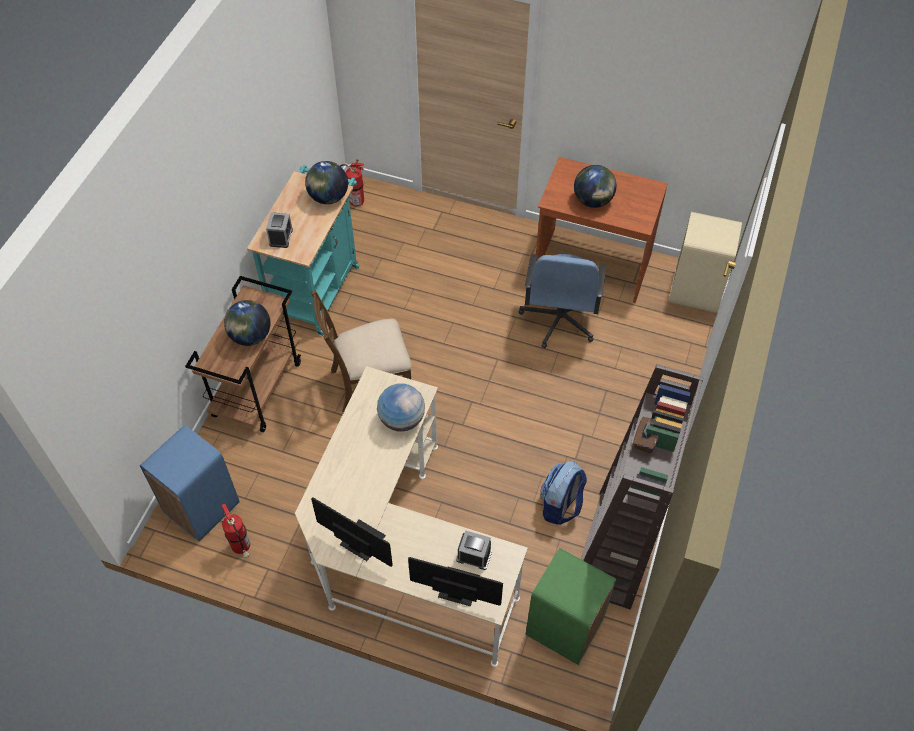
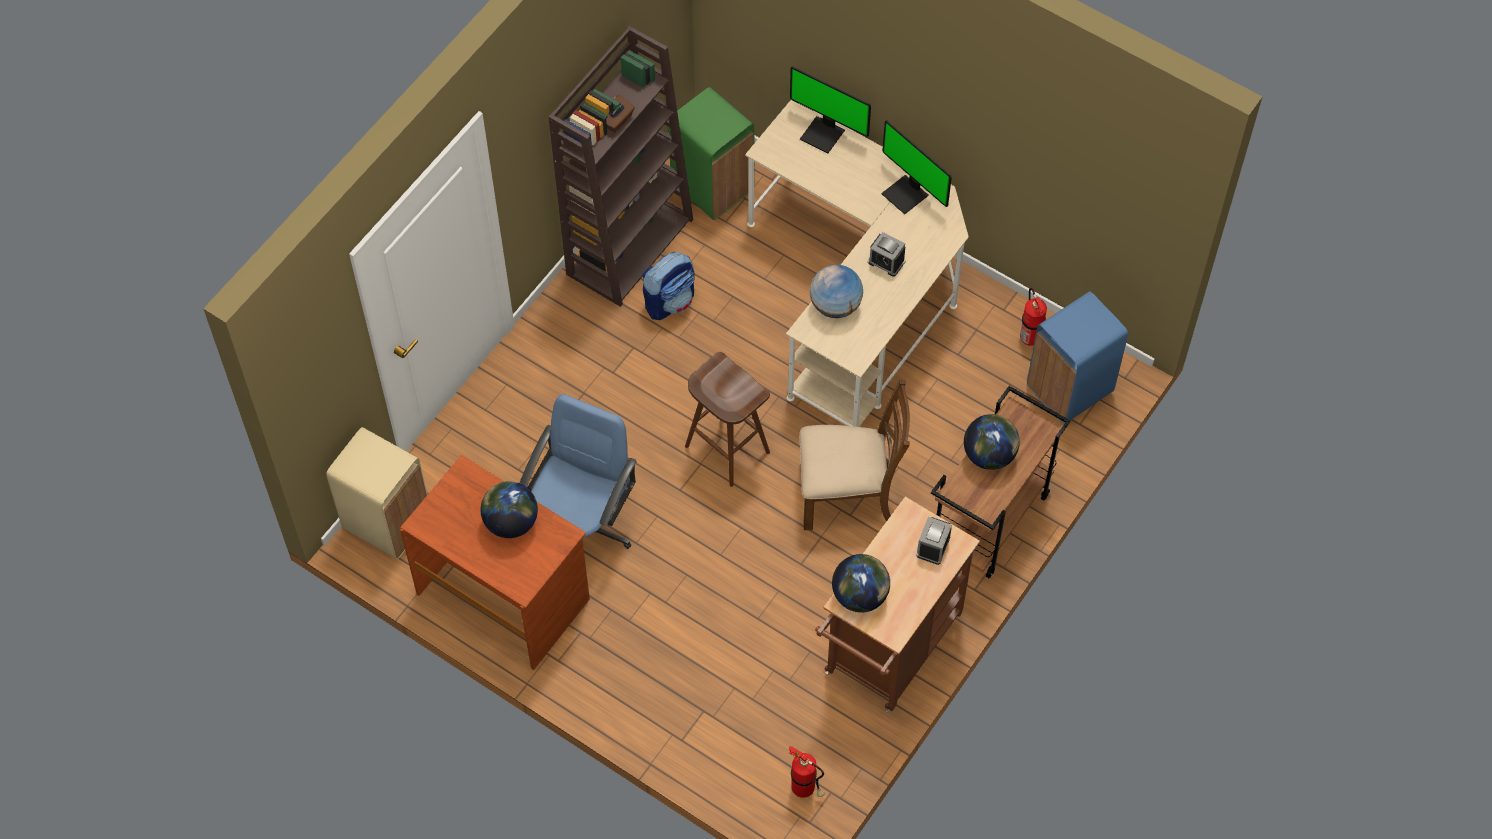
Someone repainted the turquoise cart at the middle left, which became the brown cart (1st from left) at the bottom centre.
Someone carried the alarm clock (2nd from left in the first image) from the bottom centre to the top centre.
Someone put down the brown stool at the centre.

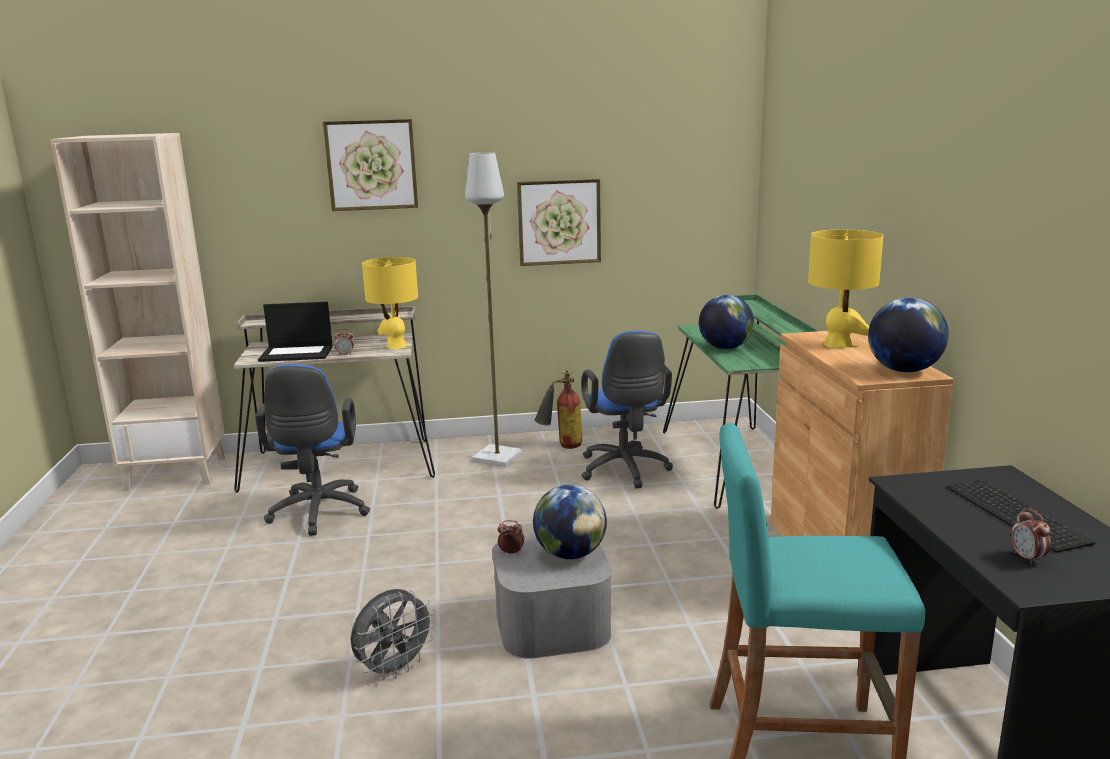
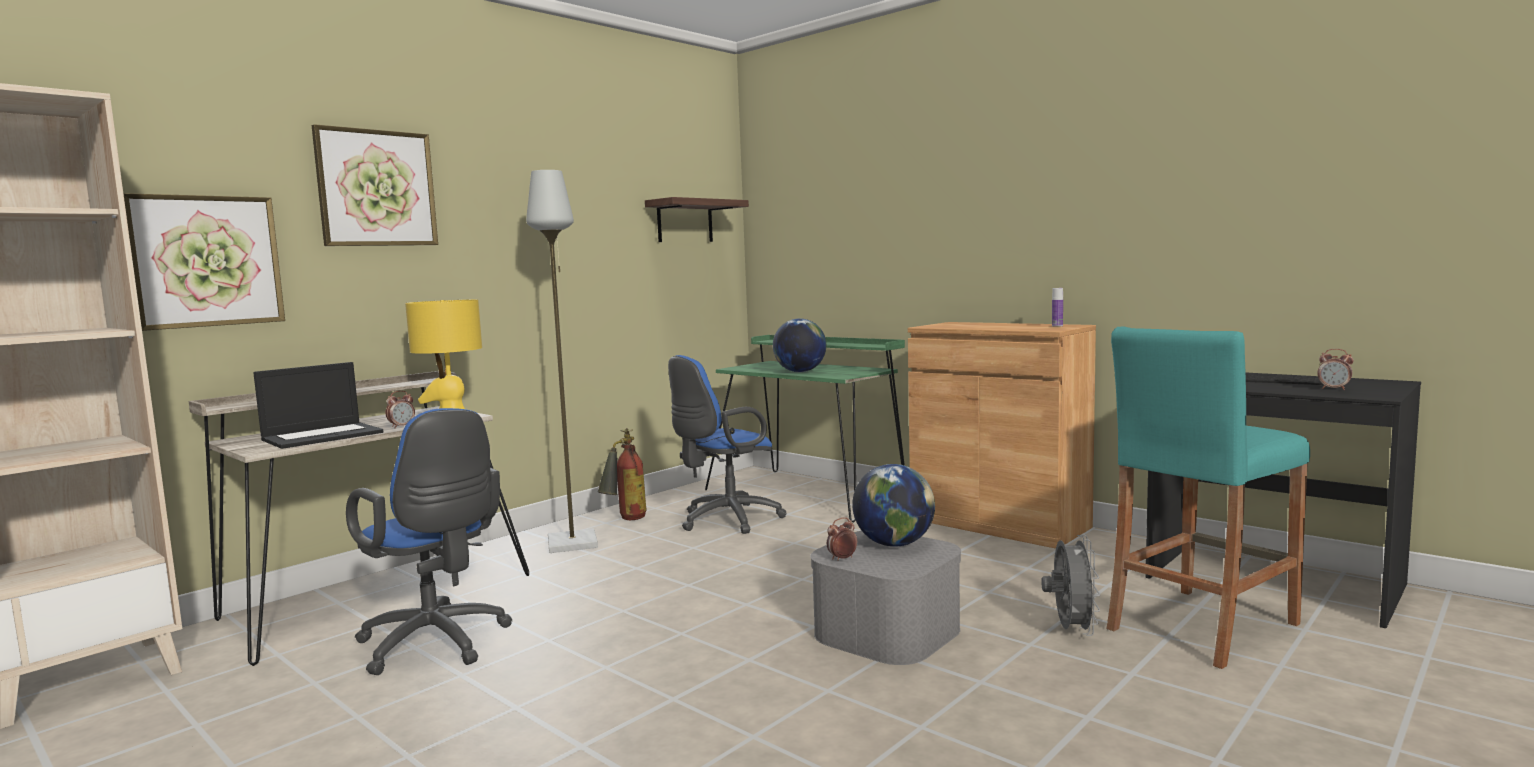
Someone carried the picture (2nd from left in the first image) from the top centre to the middle left.
Someone took away the yellow table lamp (2nd from left) at the middle right.
Someone swapped the globe (3rd from left) at the middle right for the bottle at the middle right.
Someone rotated the blue office chair (2nd from left) at the centre by 105 degrees clockwise.
Someone carried the grey fan from the bottom centre to the bottom right.
Someone put up the shelf at the top centre.

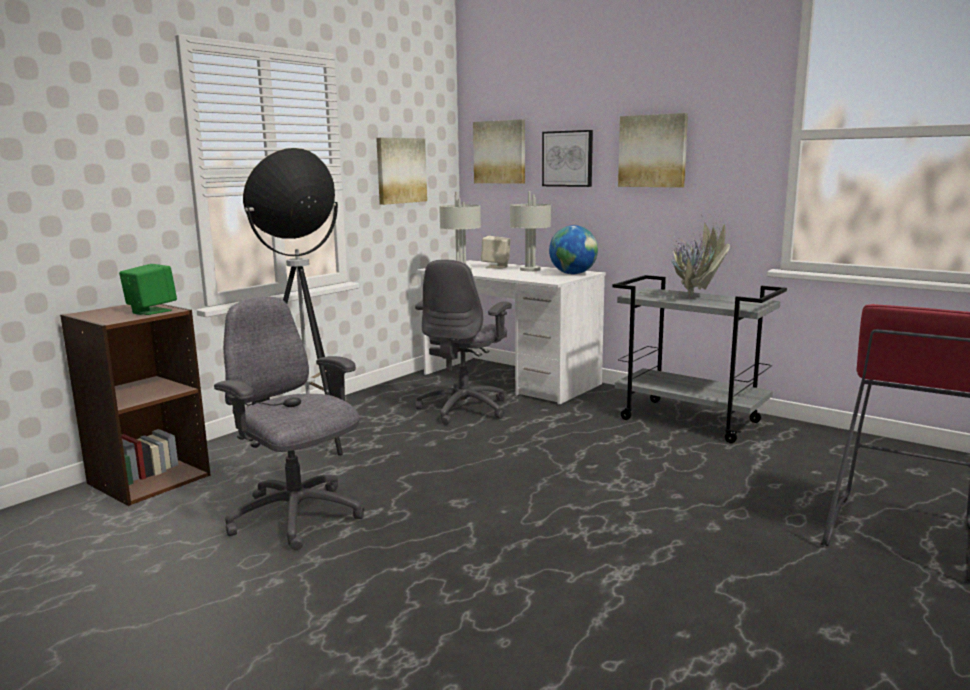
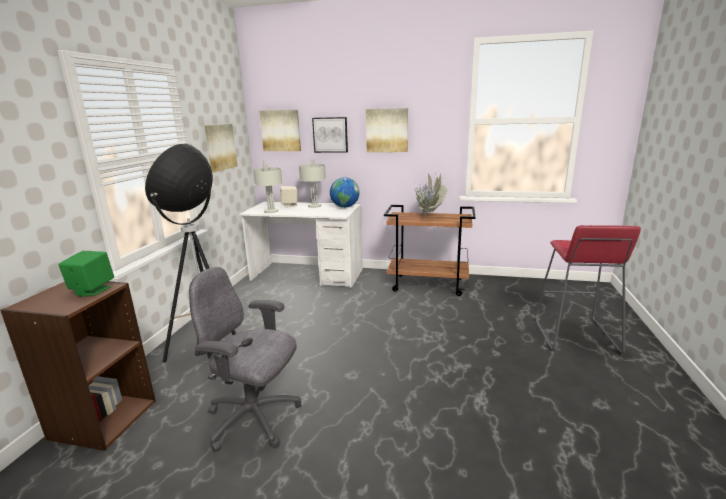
Someone took away the grey office chair (2nd from left) at the centre.
Someone repainted the grey cart at the middle right, which became the brown cart at the centre.

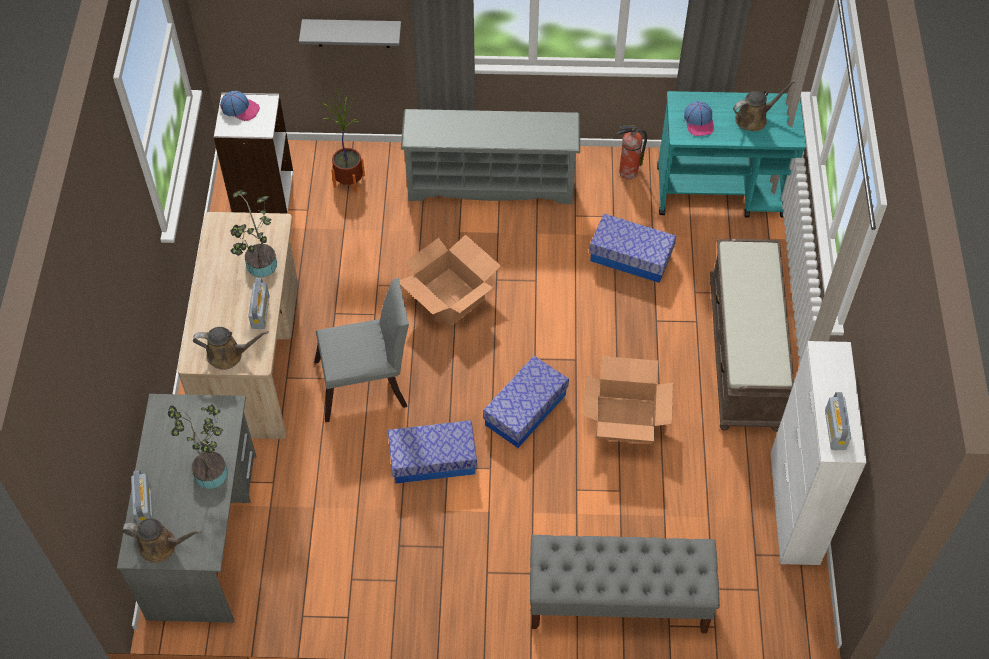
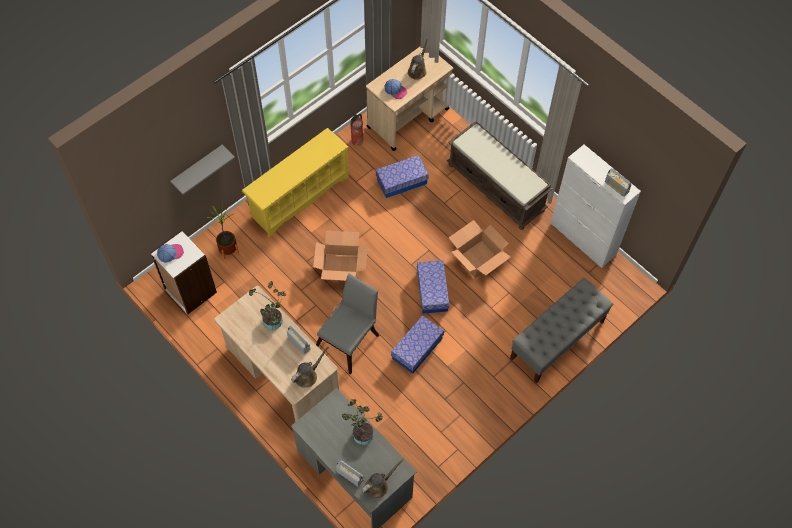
Someone repainted the turquoise cart at the top right, which became the beige cart at the top centre.
Someone repainted the grey shoe rack at the top centre, which became the yellow shoe rack at the centre.

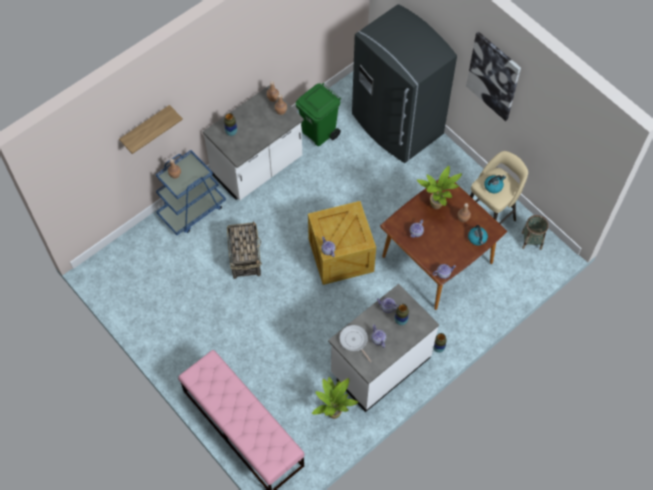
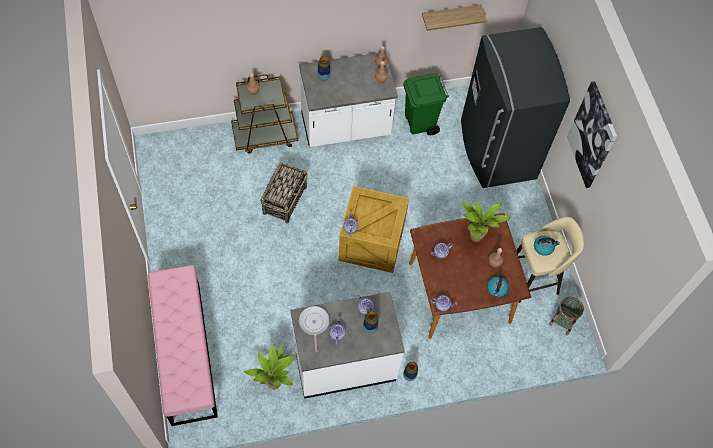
Someone carried the shelf from the top left to the top centre.
Someone repainted the blue cart at the middle left, which became the brown cart at the top centre.

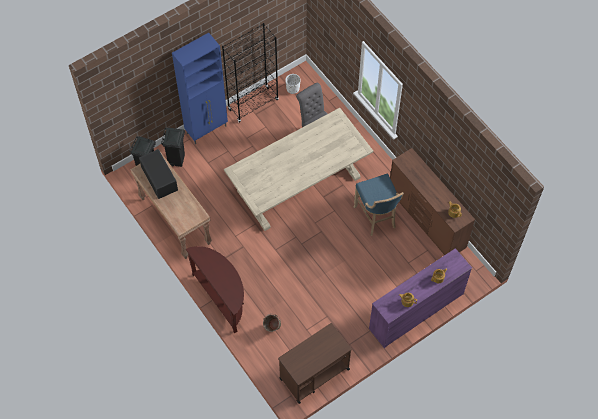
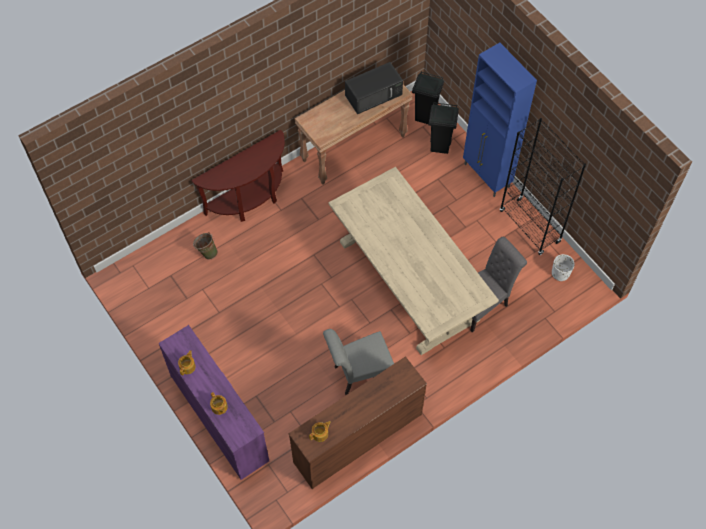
Someone swapped the blue stool at the centre for the grey chair (1st from left) at the bottom centre.
Someone took away the brown cart at the bottom centre.

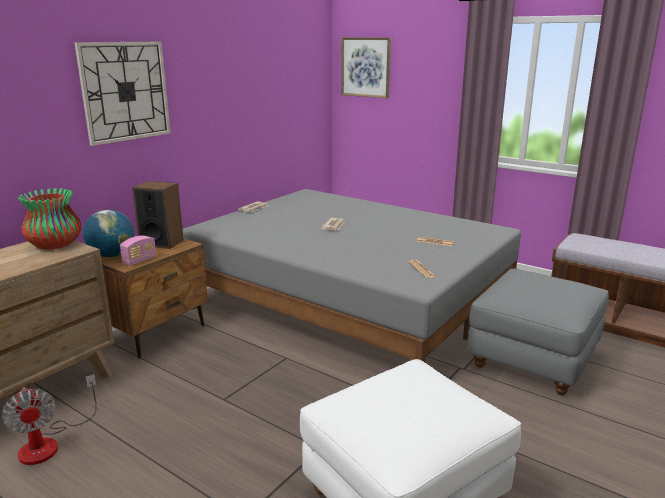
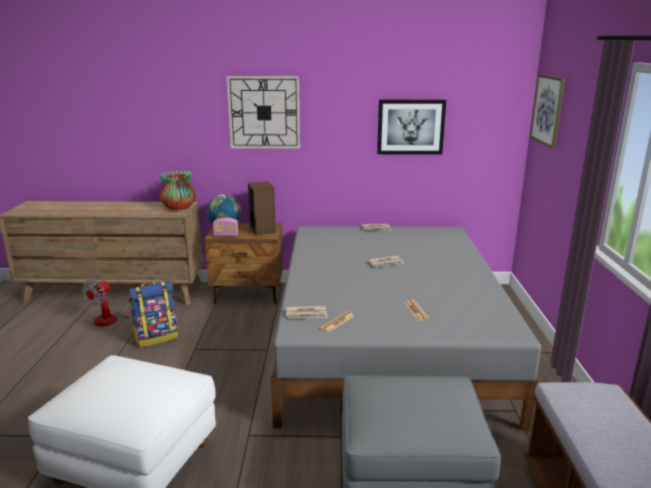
Someone put up the picture (1st from left) at the top centre.
Someone put down the backpack at the middle left.
Someone put down the newspaper (1st from left) at the centre.

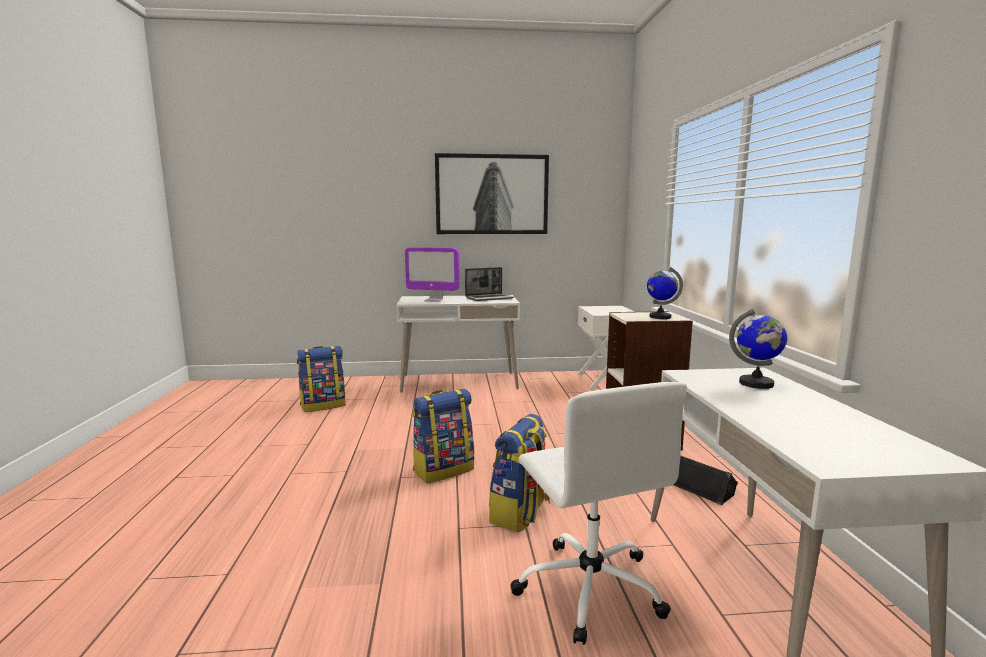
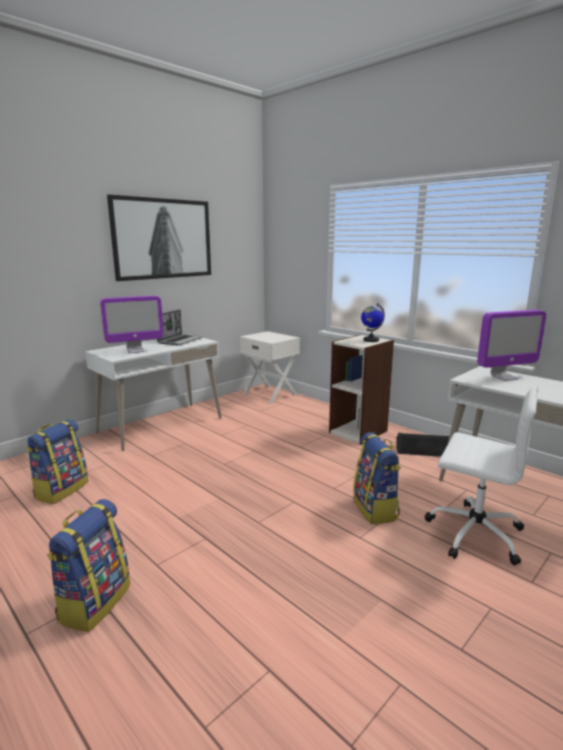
Someone swapped the globe (2nd from left) at the middle right for the monitor (2nd from left) at the middle right.
Someone carried the backpack (2nd from left) from the centre to the bottom left.

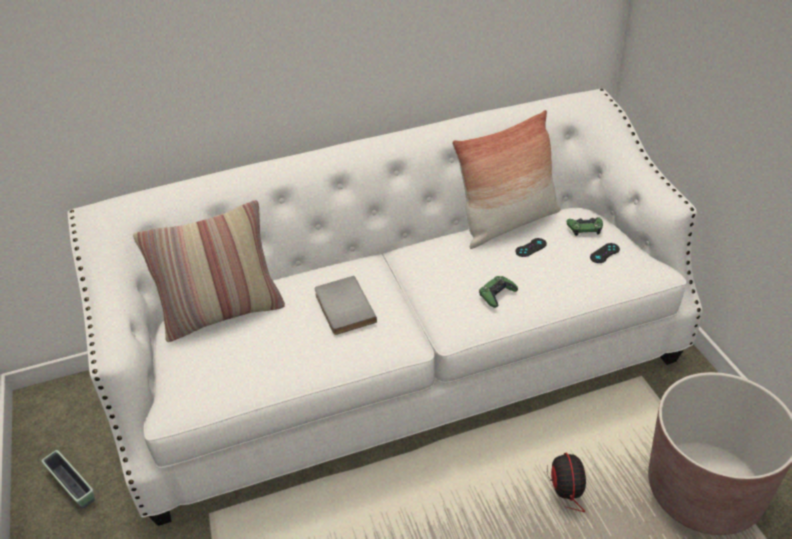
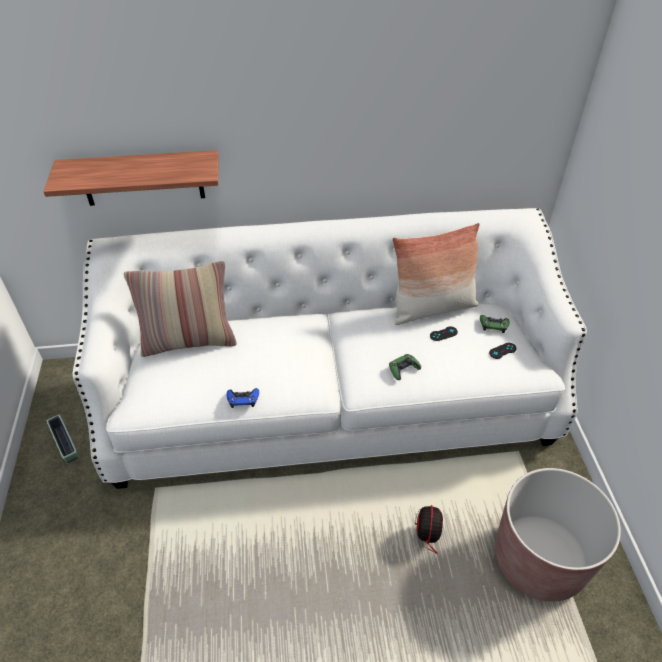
Someone took away the grey book at the centre.
Someone put up the shelf at the top left.
Someone put down the blue game controller at the centre.

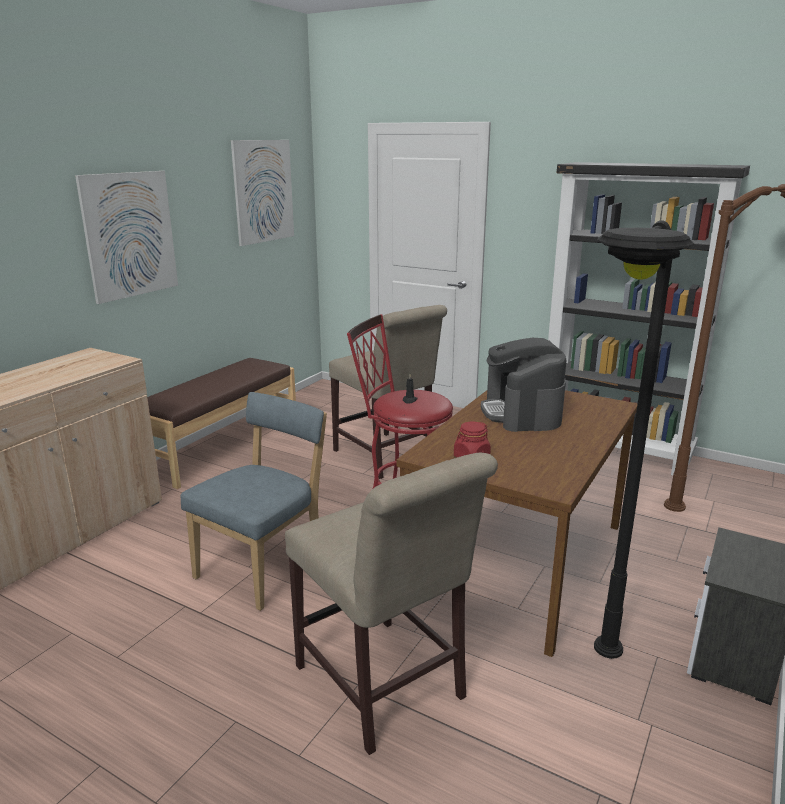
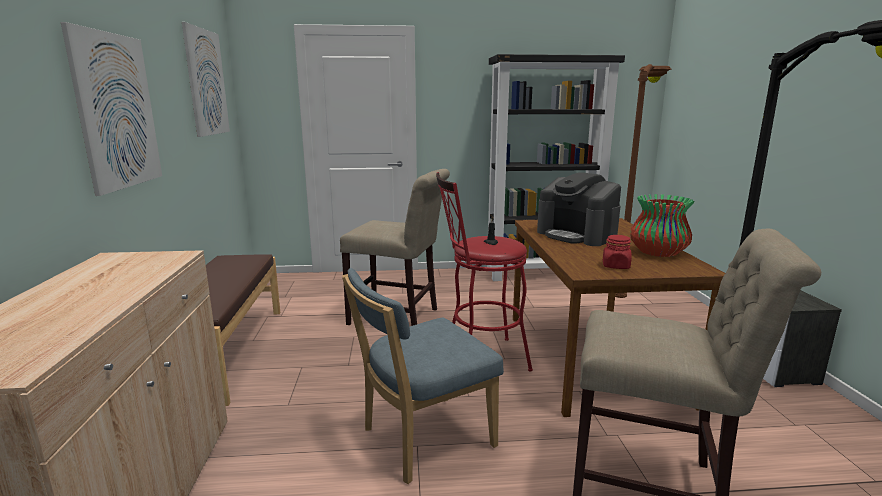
Someone rotated the blue chair at the middle left by 120 degrees counterclockwise.
Someone put down the vase at the middle right.

